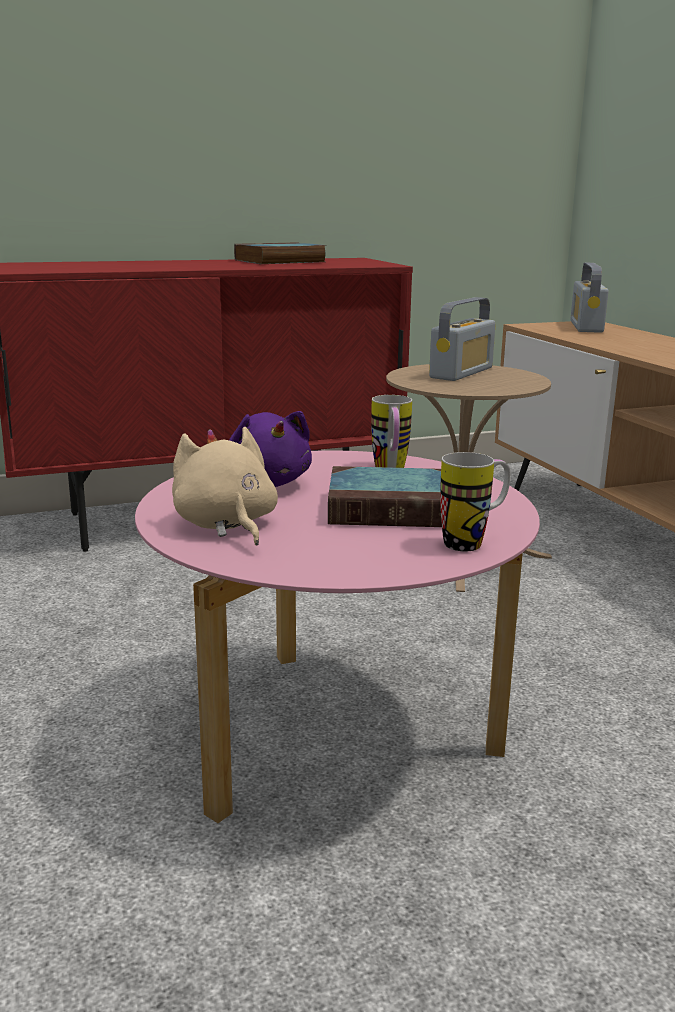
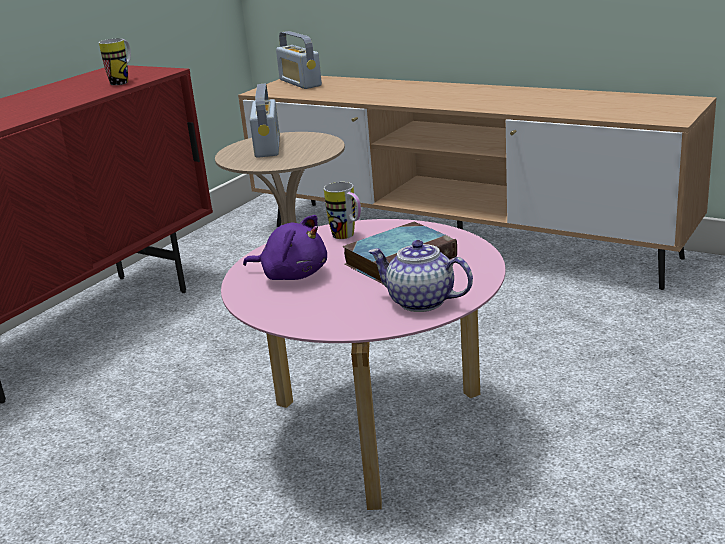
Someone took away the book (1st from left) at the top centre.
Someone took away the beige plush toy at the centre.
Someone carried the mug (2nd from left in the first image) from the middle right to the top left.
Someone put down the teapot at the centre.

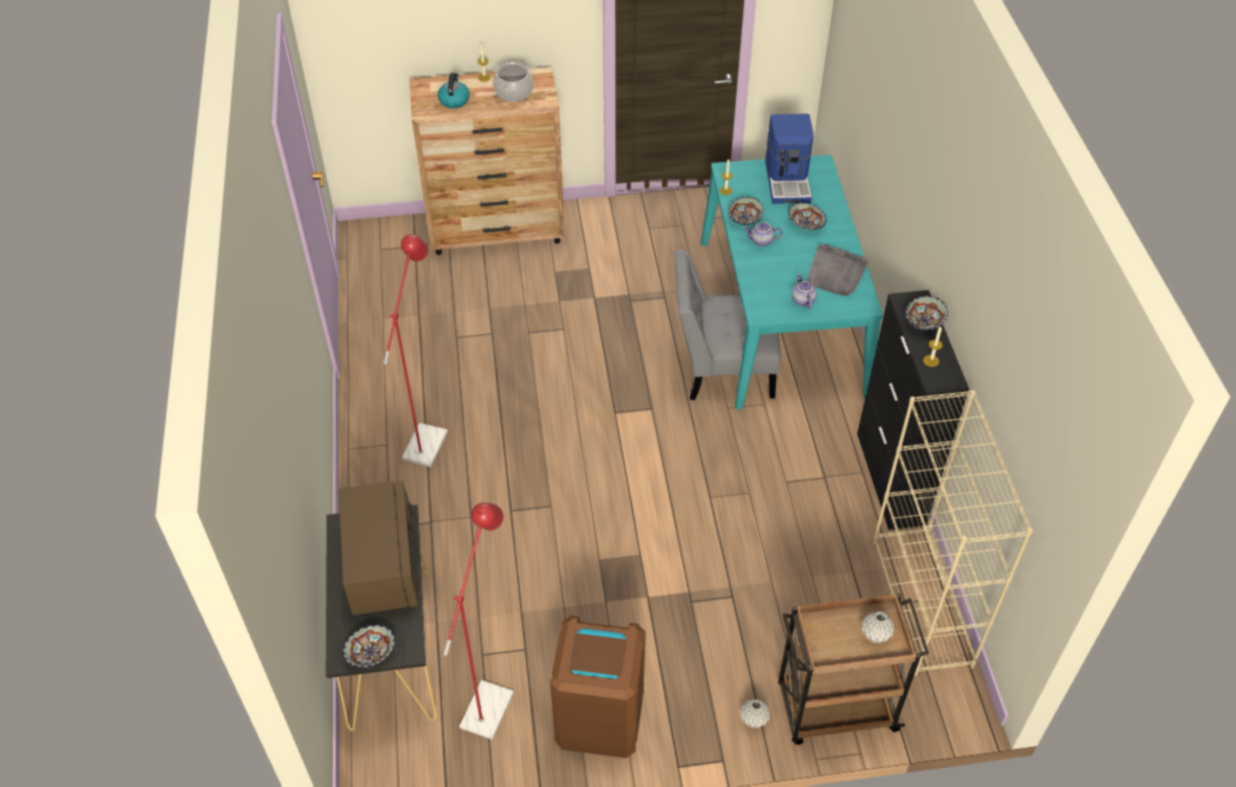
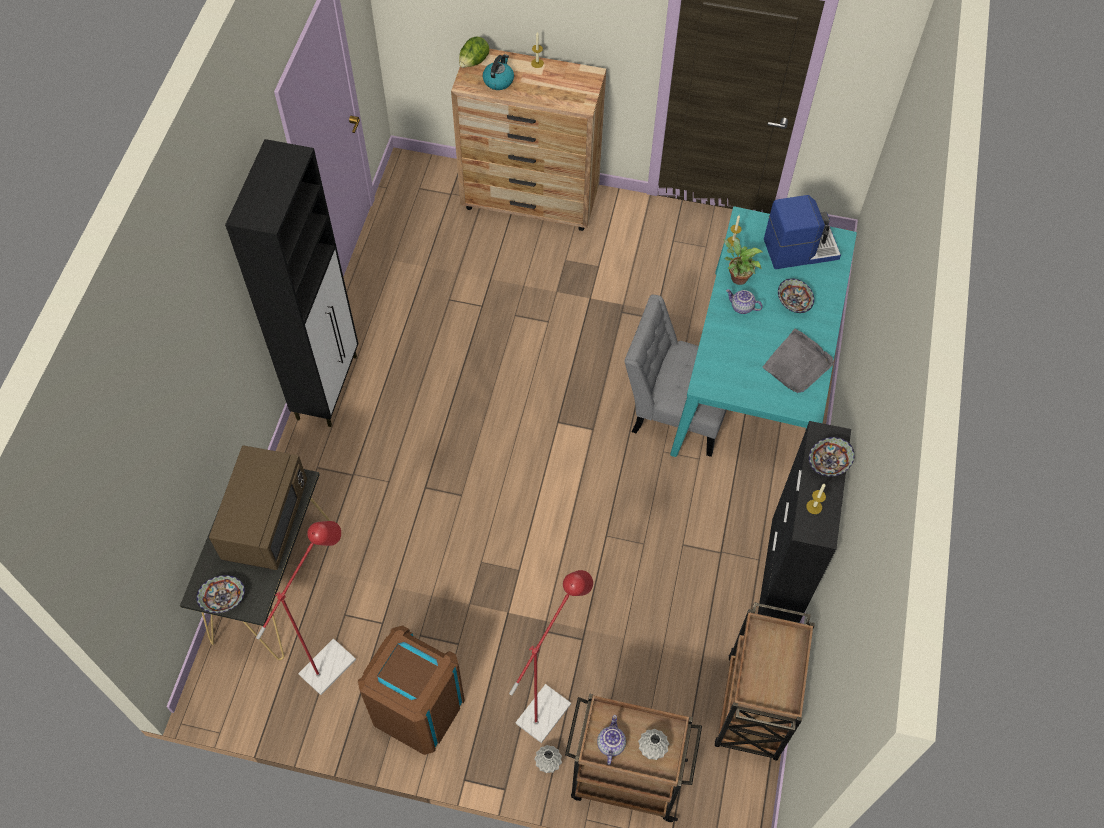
Someone took away the cooking pot at the top centre.
Someone rotated the coffee machine at the top centre by 120 degrees counterclockwise.
Someone swapped the bowl (2nd from left) at the top centre for the potted plant at the top right.
Someone carried the red floor lamp (1st from left in the first image) from the centre to the bottom centre.
Someone carried the teapot (2nd from left in the first image) from the centre to the bottom centre.
Someone swapped the beige bookcase at the bottom right for the brown cart (2nd from left) at the bottom right.
Someone put down the lettuce at the top centre.
Someone put down the black cabinet (1st from left) at the middle left.

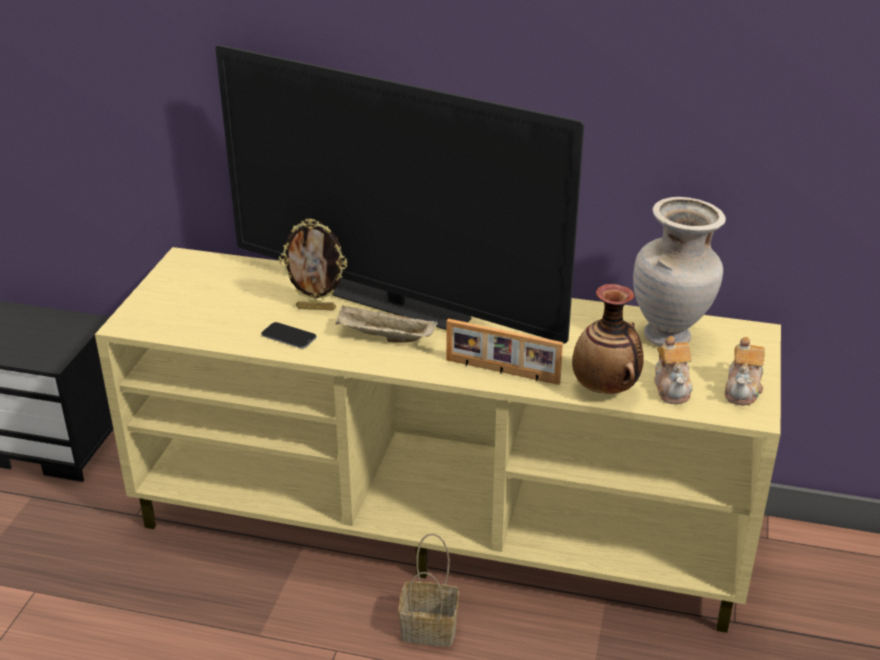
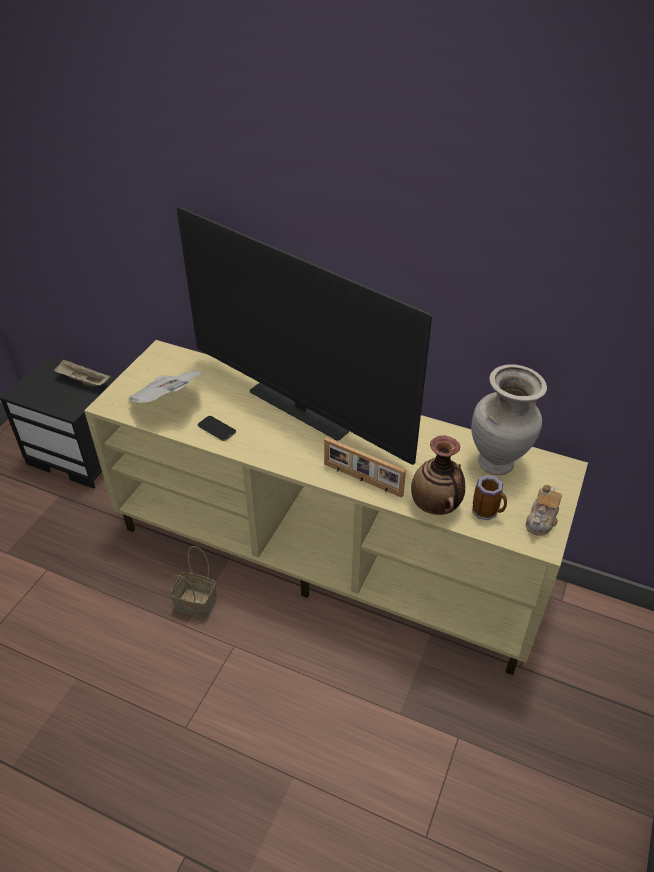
Someone took away the picture frame (1st from left) at the centre.
Someone carried the beige tray from the centre to the middle left.
Someone swapped the teapot (1st from left) at the middle right for the mug at the middle right.
Someone carried the basket from the bottom centre to the bottom left.
Someone put down the newspaper at the middle left.

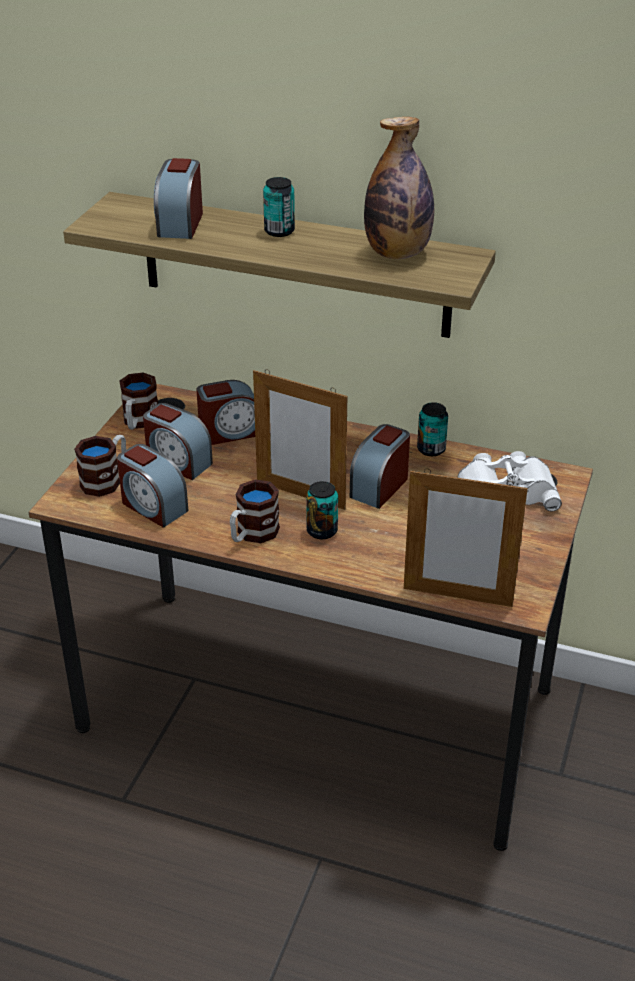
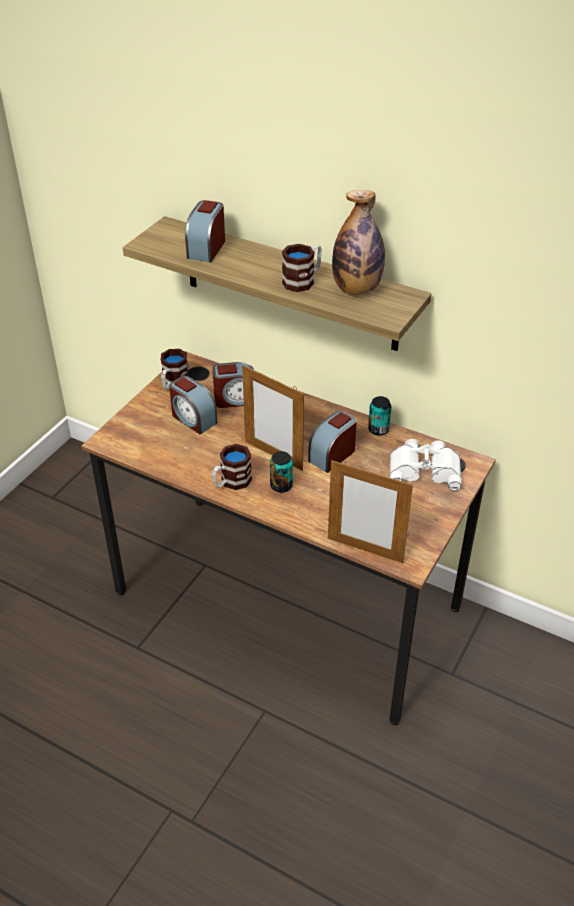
Someone took away the can (1st from left) at the top centre.
Someone carried the mug (1st from left in the first image) from the middle left to the top centre.
Someone took away the alarm clock (1st from left) at the middle left.

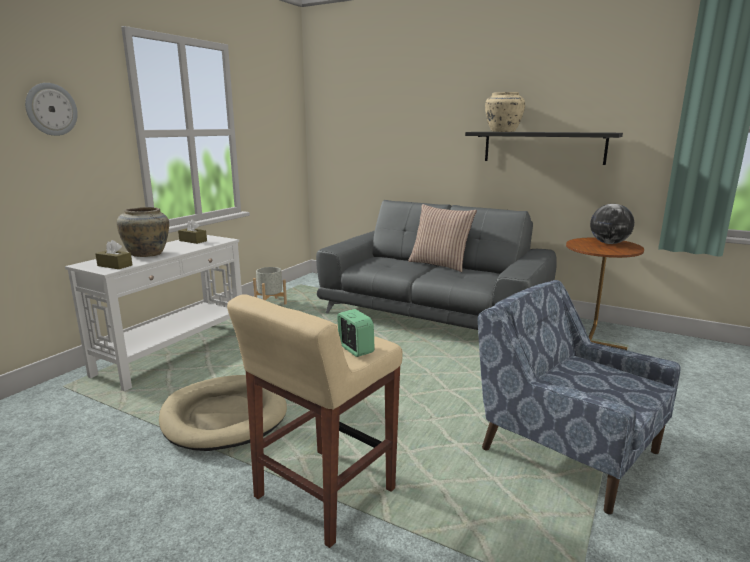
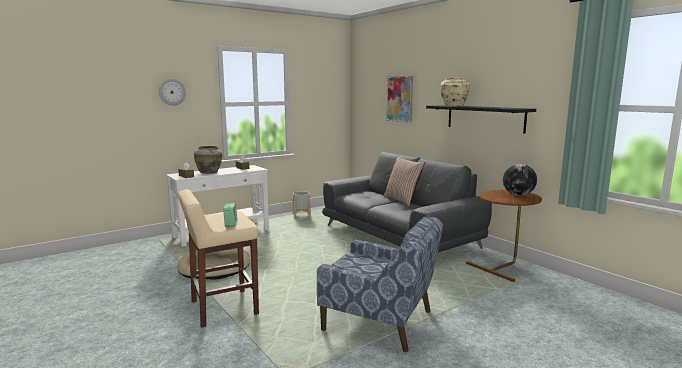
Someone rotated the blue armchair at the bottom right by 135 degrees clockwise.
Someone put up the picture at the top centre.

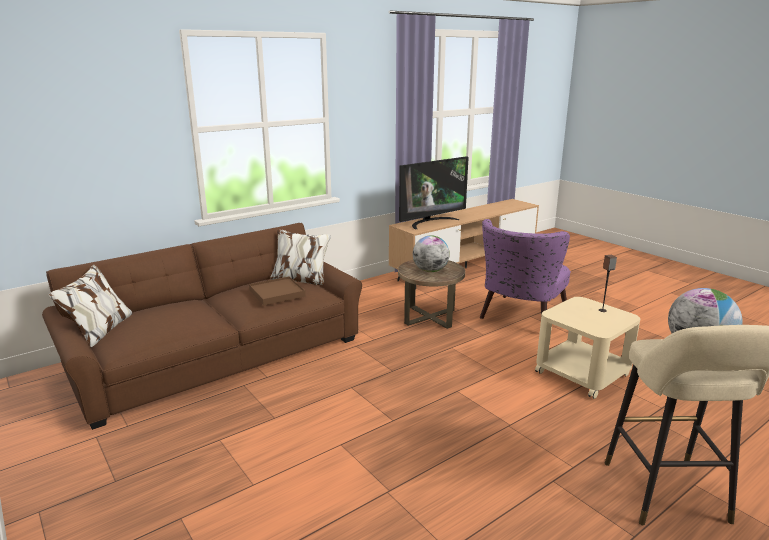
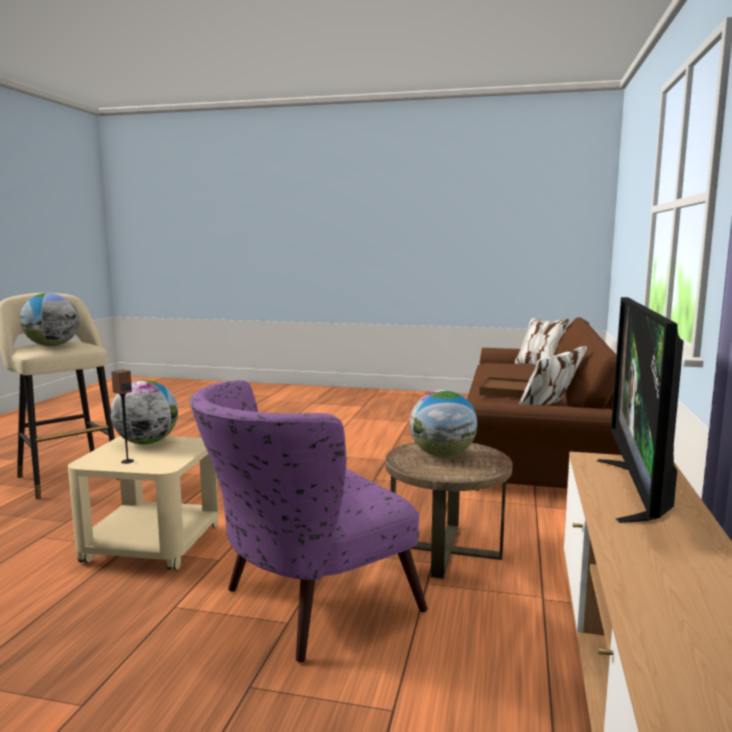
Someone rotated the purple armchair at the middle right by 120 degrees counterclockwise.
Someone put down the globe (2nd from left) at the middle left.

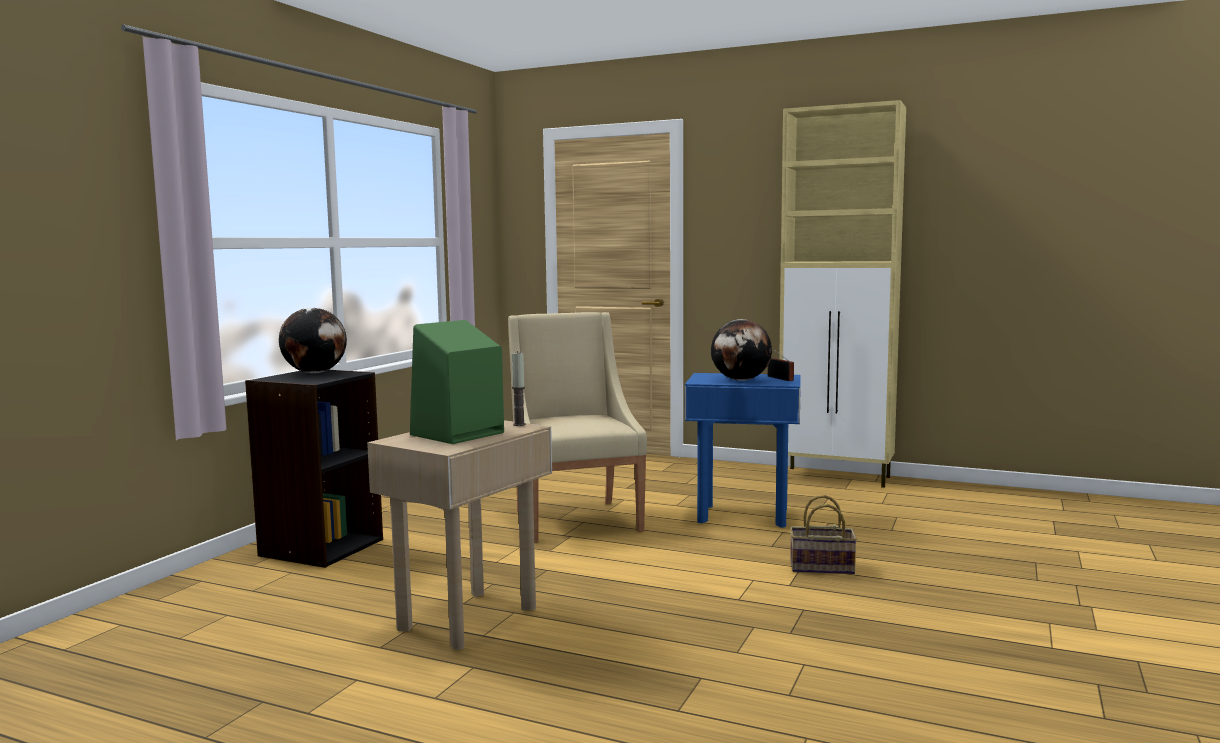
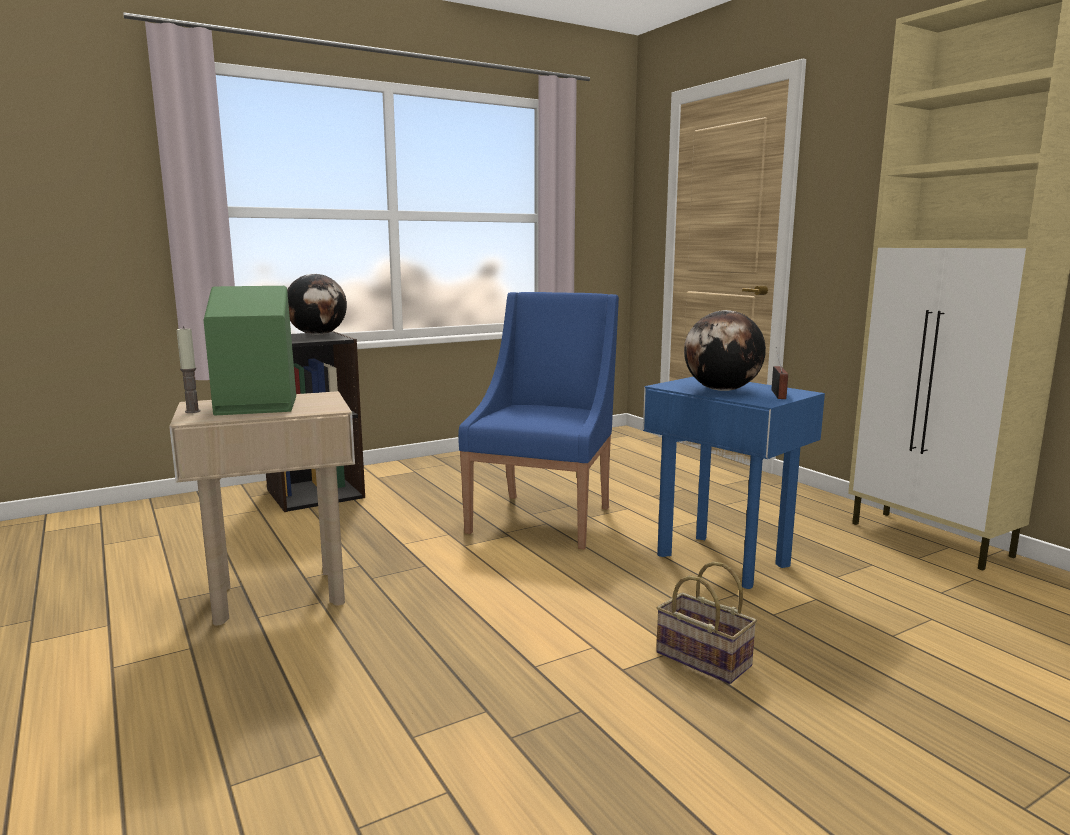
Someone repainted the beige armchair at the centre, which became the blue armchair at the centre.
Someone carried the candle from the centre to the middle left.

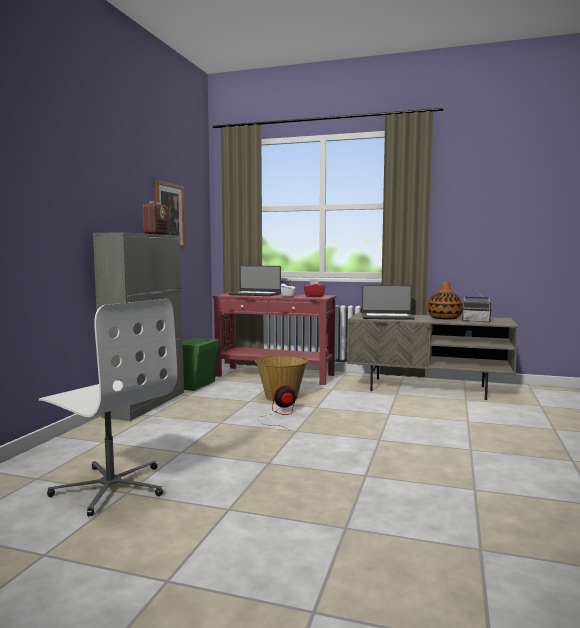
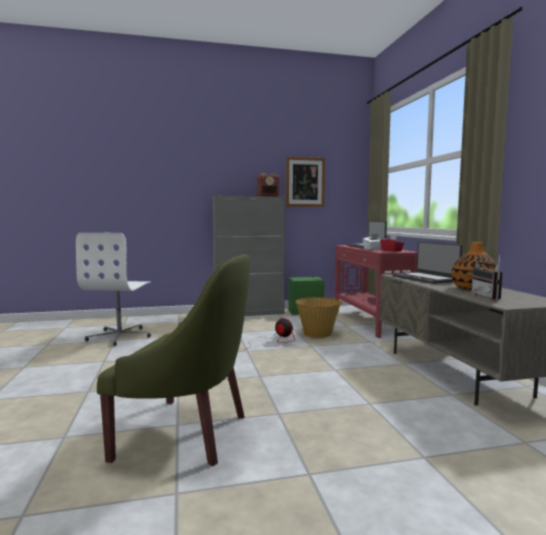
Someone put down the green armchair at the bottom left.

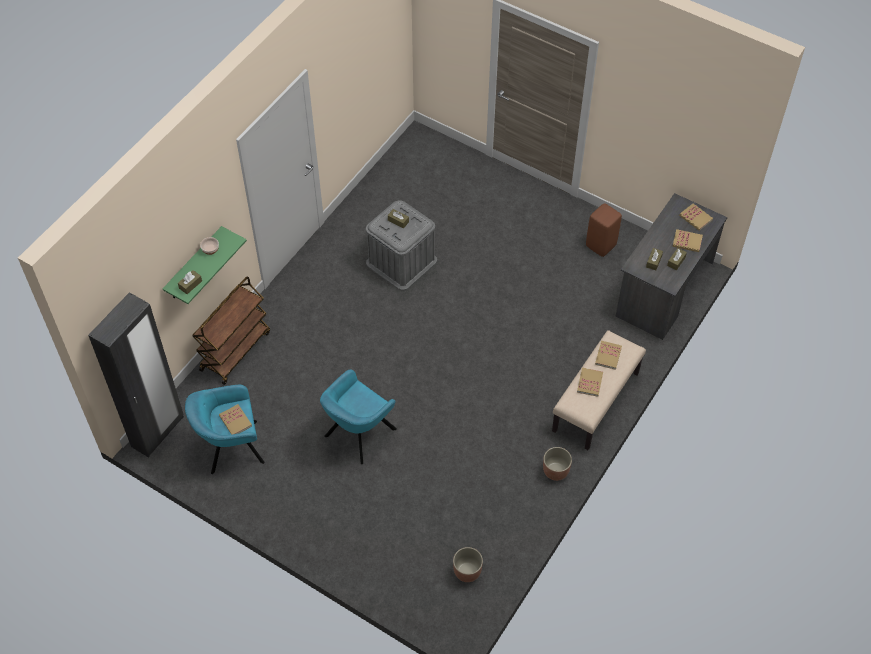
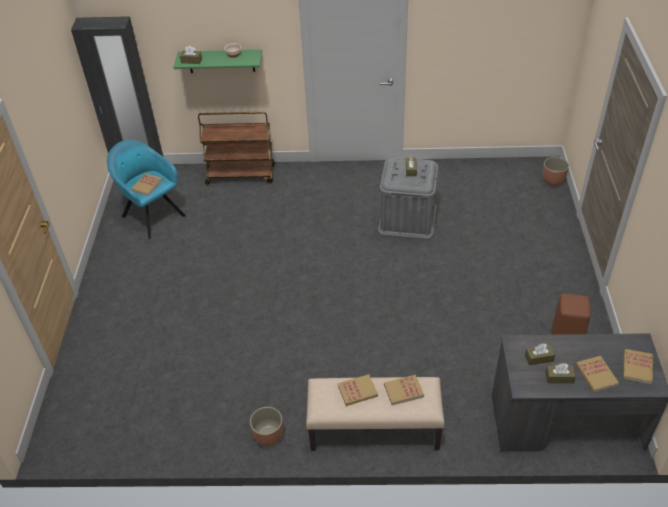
Someone took away the turquoise armchair (2nd from left) at the centre.
Someone carried the planter (1st from left in the first image) from the bottom centre to the middle right.

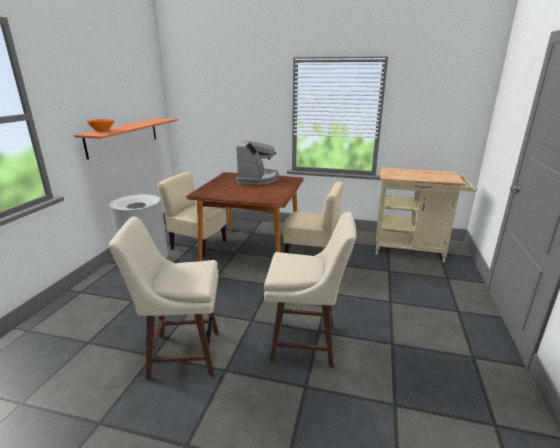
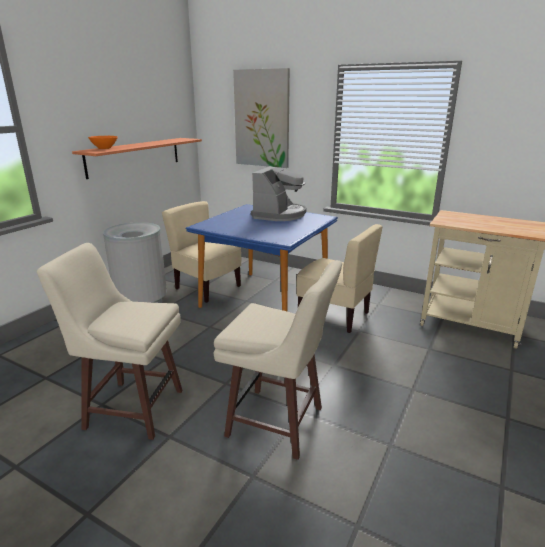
Someone repainted the brown dining table at the centre, which became the blue dining table at the centre.
Someone put up the picture at the top centre.

